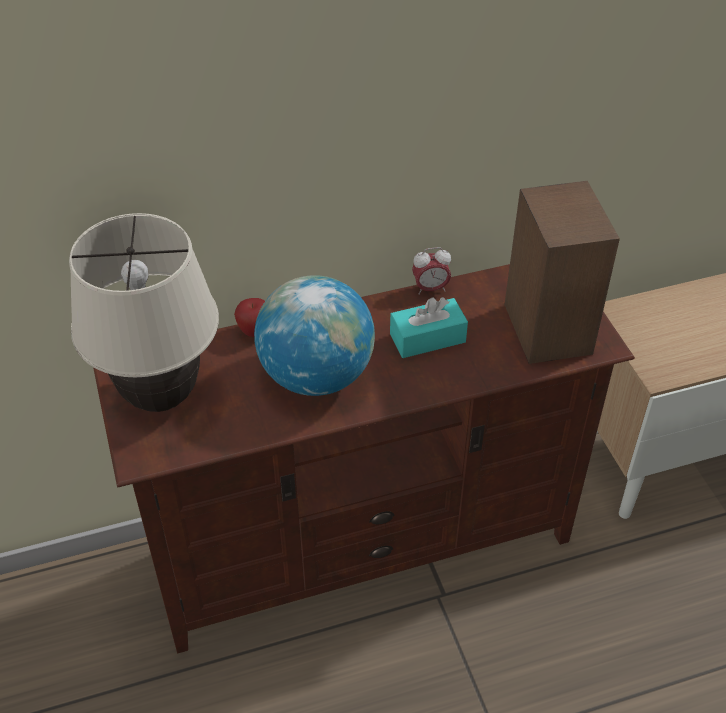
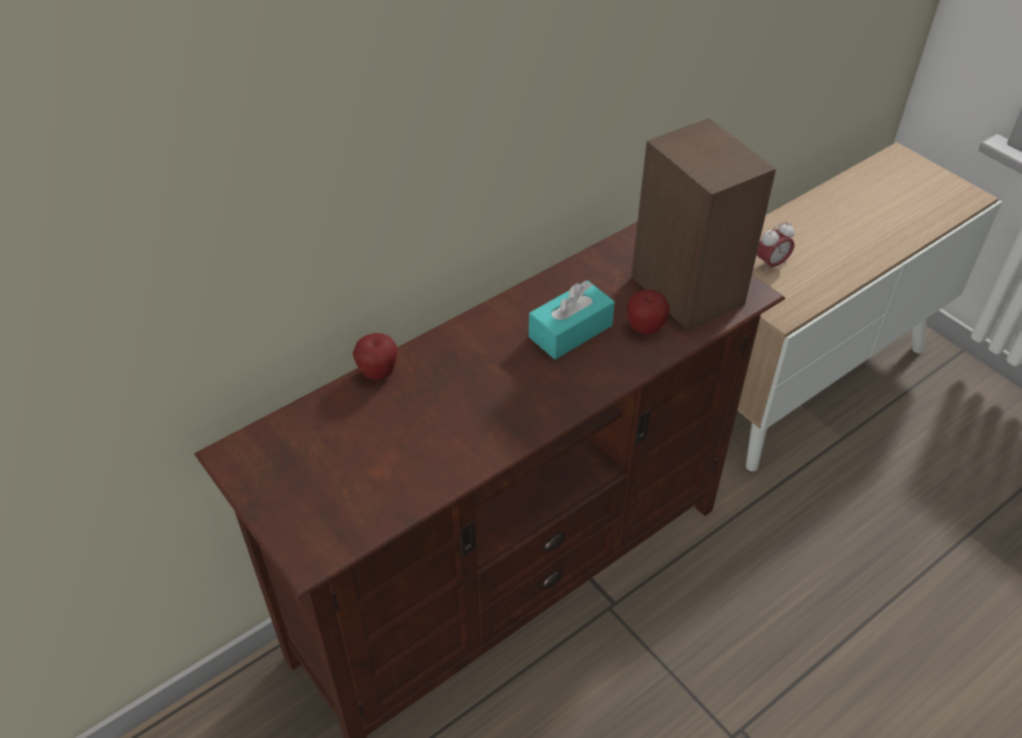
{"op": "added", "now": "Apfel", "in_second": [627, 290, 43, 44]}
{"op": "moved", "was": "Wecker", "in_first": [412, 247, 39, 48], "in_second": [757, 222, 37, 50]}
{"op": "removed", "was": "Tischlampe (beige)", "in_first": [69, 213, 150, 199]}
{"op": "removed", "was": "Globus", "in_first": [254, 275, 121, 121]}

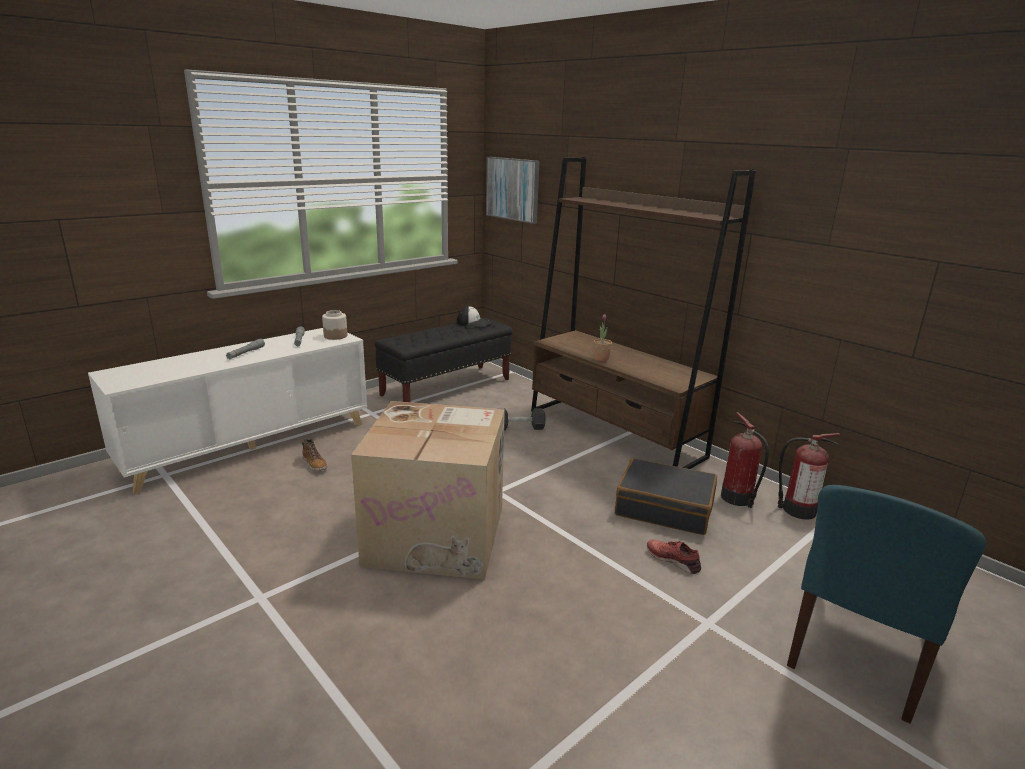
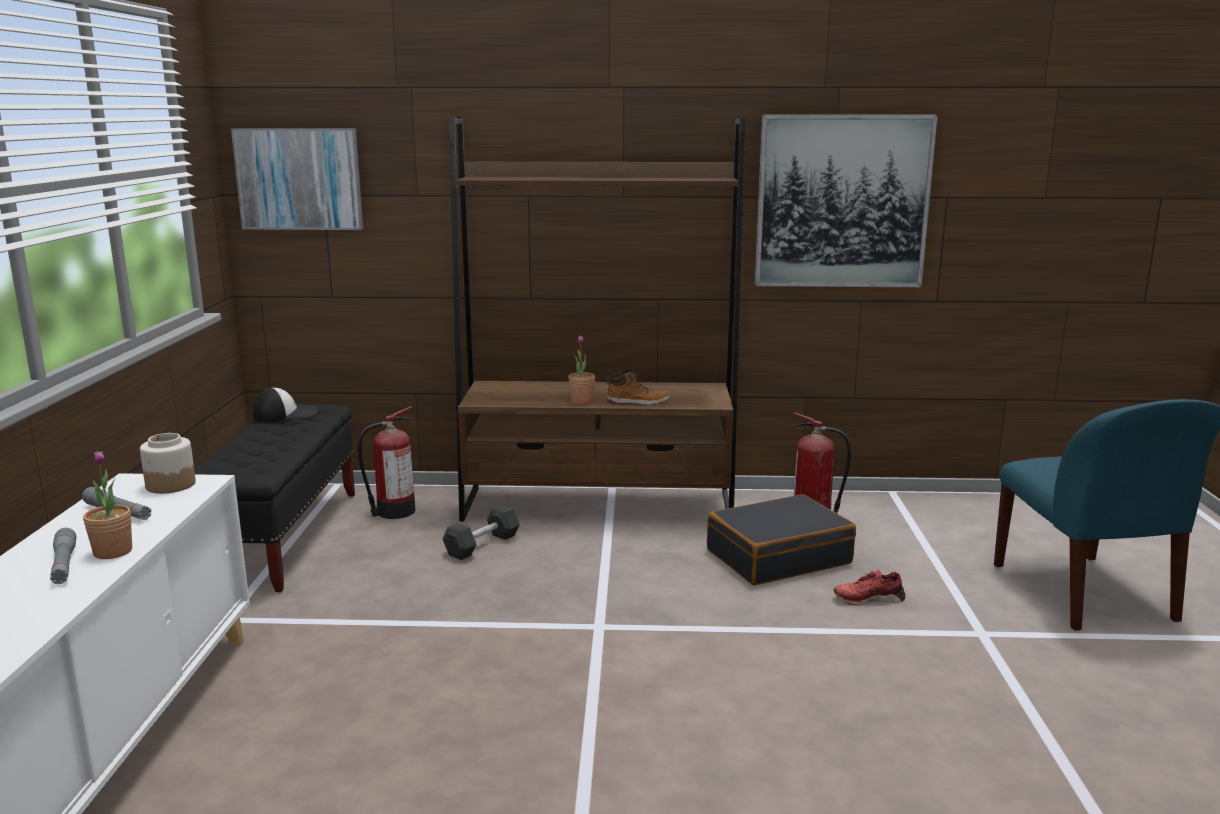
{"op": "added", "now": "Topfpflanze", "in_second": [83, 451, 49, 108]}
{"op": "moved", "was": "Feuerlöscher", "in_first": [778, 433, 62, 87], "in_second": [358, 406, 57, 113]}
{"op": "moved", "was": "Stiefel", "in_first": [302, 439, 26, 32], "in_second": [606, 370, 64, 36]}
{"op": "added", "now": "Bild", "in_second": [754, 115, 184, 172]}
{"op": "removed", "was": "Karton", "in_first": [351, 401, 154, 179]}

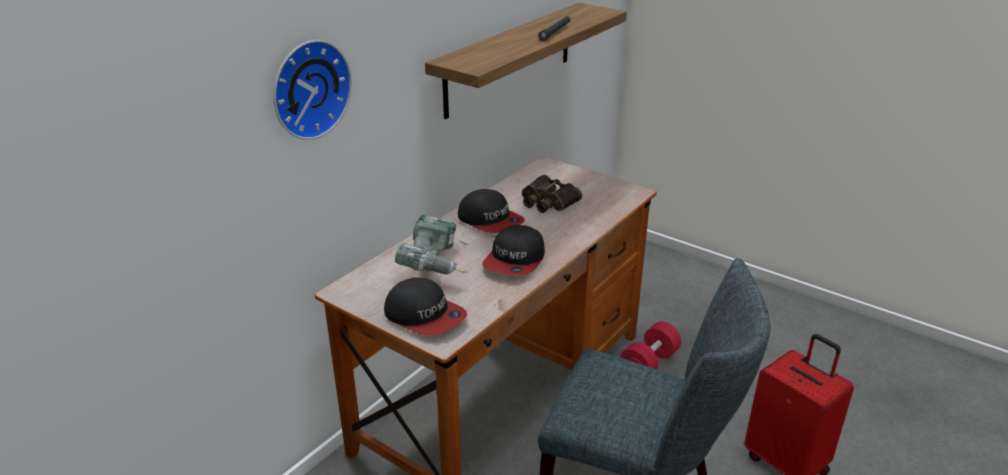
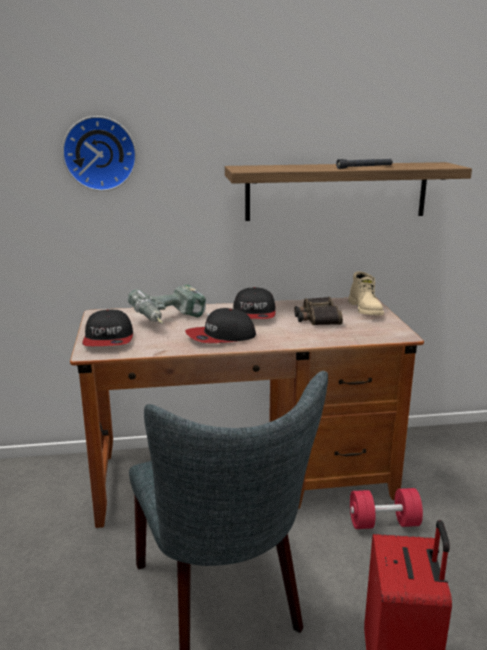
{"op": "added", "now": "Stiefel (beige)", "in_second": [348, 272, 36, 43]}

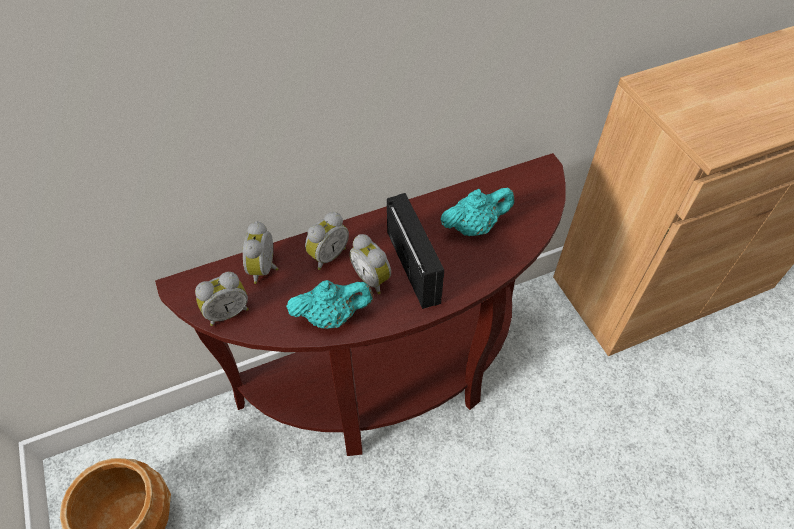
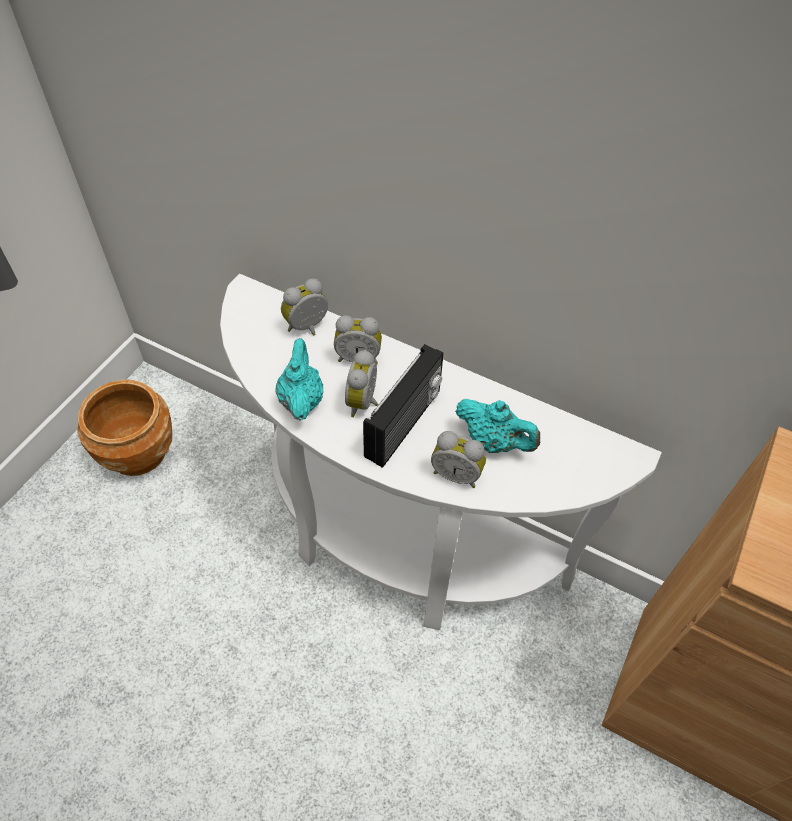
{"op": "recoloured", "was": "Konsolentisch (braun)", "now": "Konsolentisch (weiß)", "in_first": [155, 153, 411, 303], "in_second": [220, 274, 442, 356]}
{"op": "turned", "was": "Teekanne (türkis)", "in_first": [286, 280, 87, 49], "in_second": [275, 338, 49, 83], "clockwise": -135}
{"op": "moved", "was": "Wecker", "in_first": [195, 272, 54, 54], "in_second": [431, 431, 55, 57]}

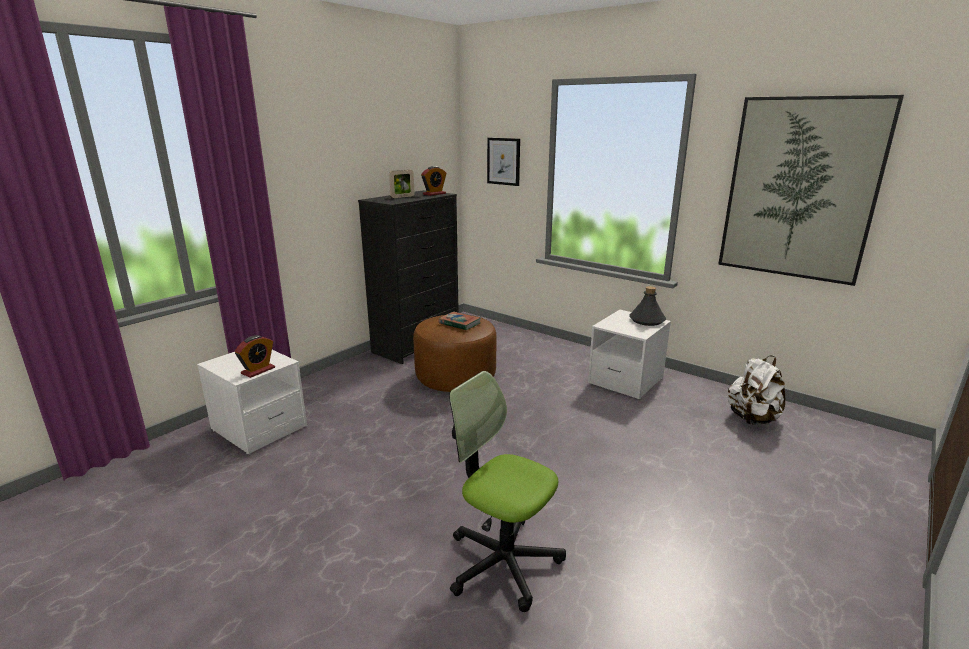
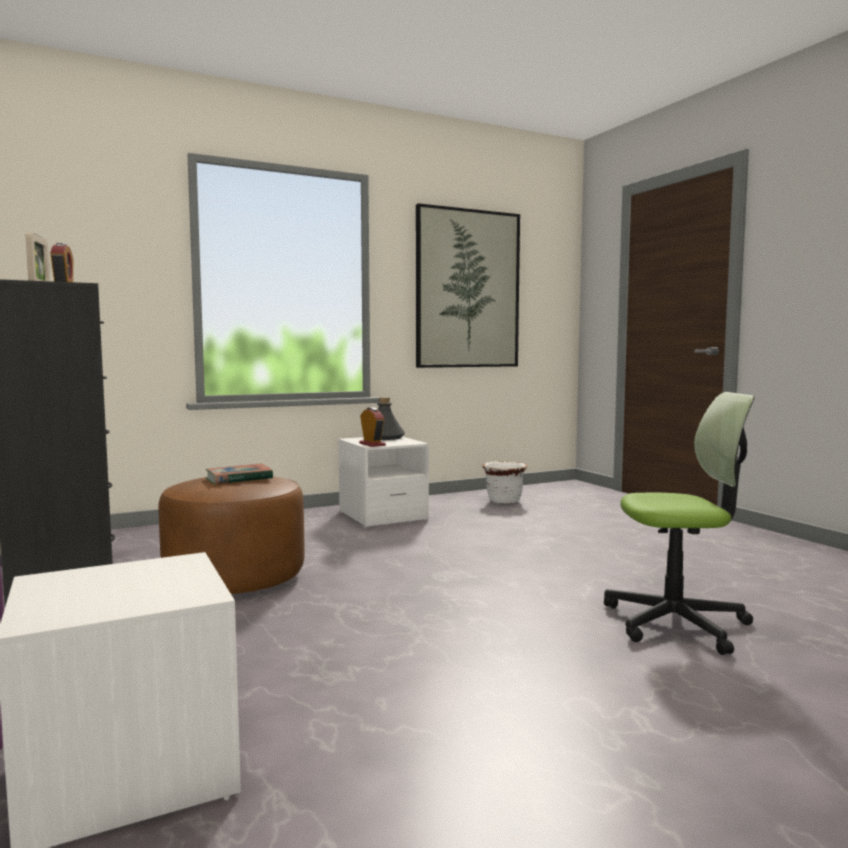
{"op": "moved", "was": "Wecker", "in_first": [235, 335, 40, 43], "in_second": [359, 407, 27, 40]}
{"op": "replaced", "was": "Rucksack (weiß)", "now": "Pflanzkübel (weiß)", "in_first": [727, 356, 58, 69], "in_second": [482, 461, 46, 43]}
{"op": "turned", "was": "Bürostuhl", "in_first": [449, 371, 117, 241], "in_second": [604, 392, 151, 263], "clockwise": -150}
{"op": "removed", "was": "Bild", "in_first": [487, 138, 33, 48]}

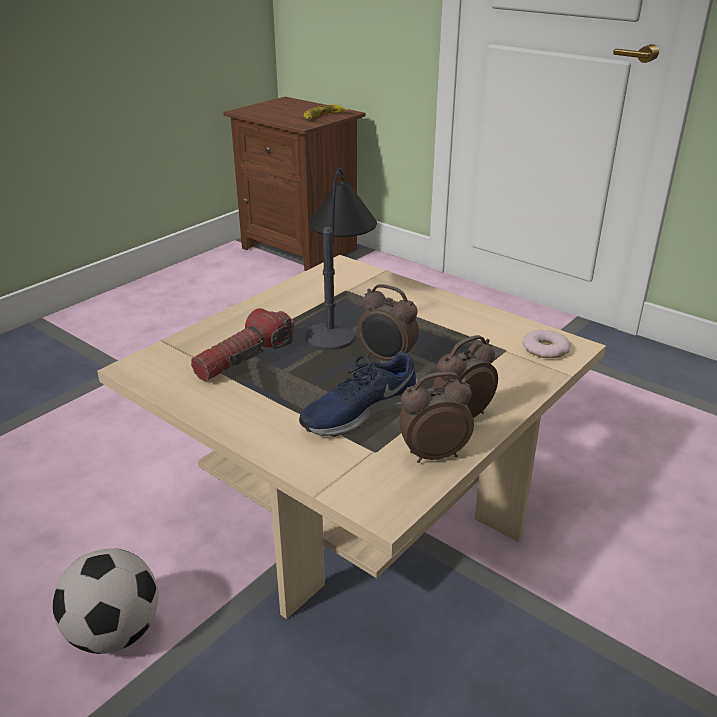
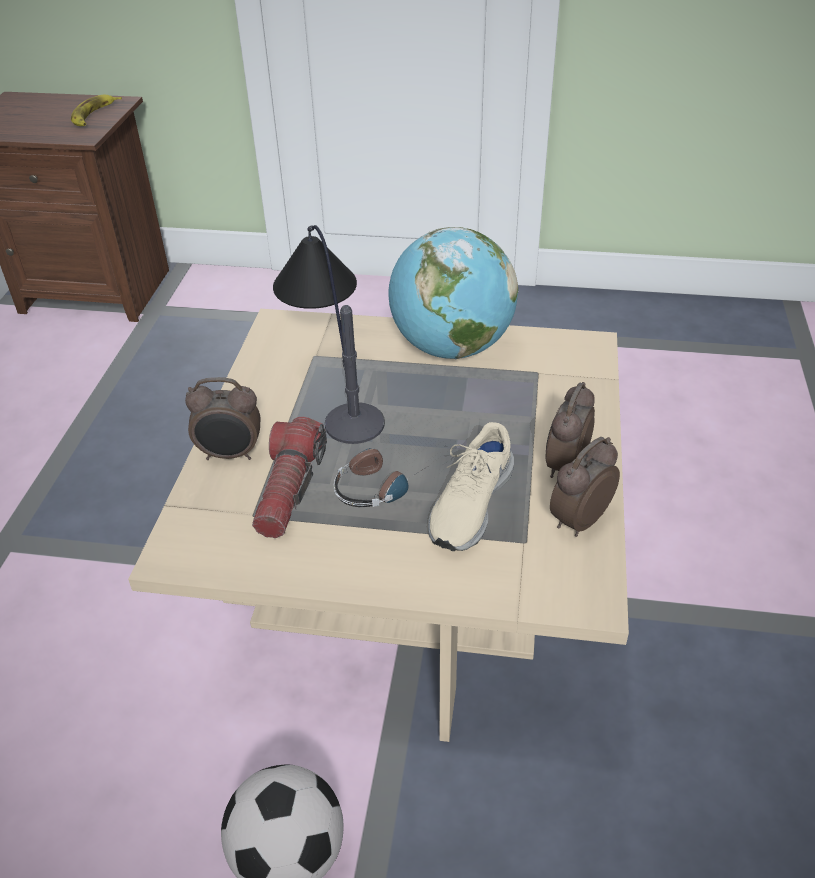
{"op": "moved", "was": "Wecker", "in_first": [358, 284, 61, 77], "in_second": [185, 377, 76, 83]}
{"op": "added", "now": "Kopfhörer", "in_second": [333, 448, 94, 59]}
{"op": "added", "now": "Globus", "in_second": [388, 227, 130, 132]}
{"op": "recoloured", "was": "Schuh (blau)", "now": "Schuh (beige)", "in_first": [299, 351, 122, 86], "in_second": [428, 422, 86, 129]}
{"op": "removed", "was": "Donut", "in_first": [522, 330, 49, 28]}

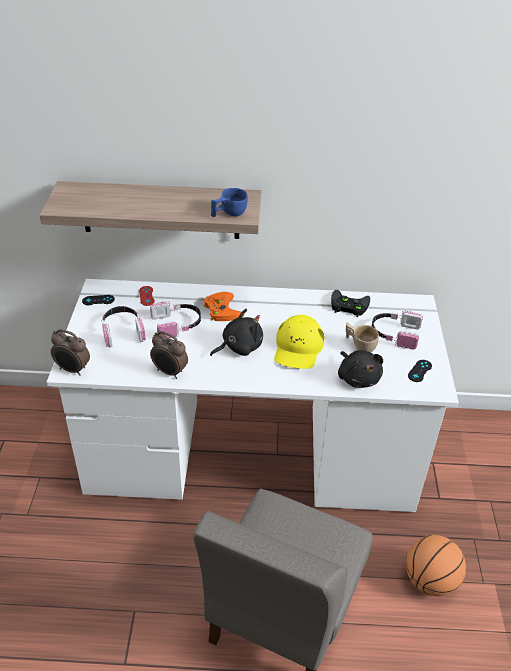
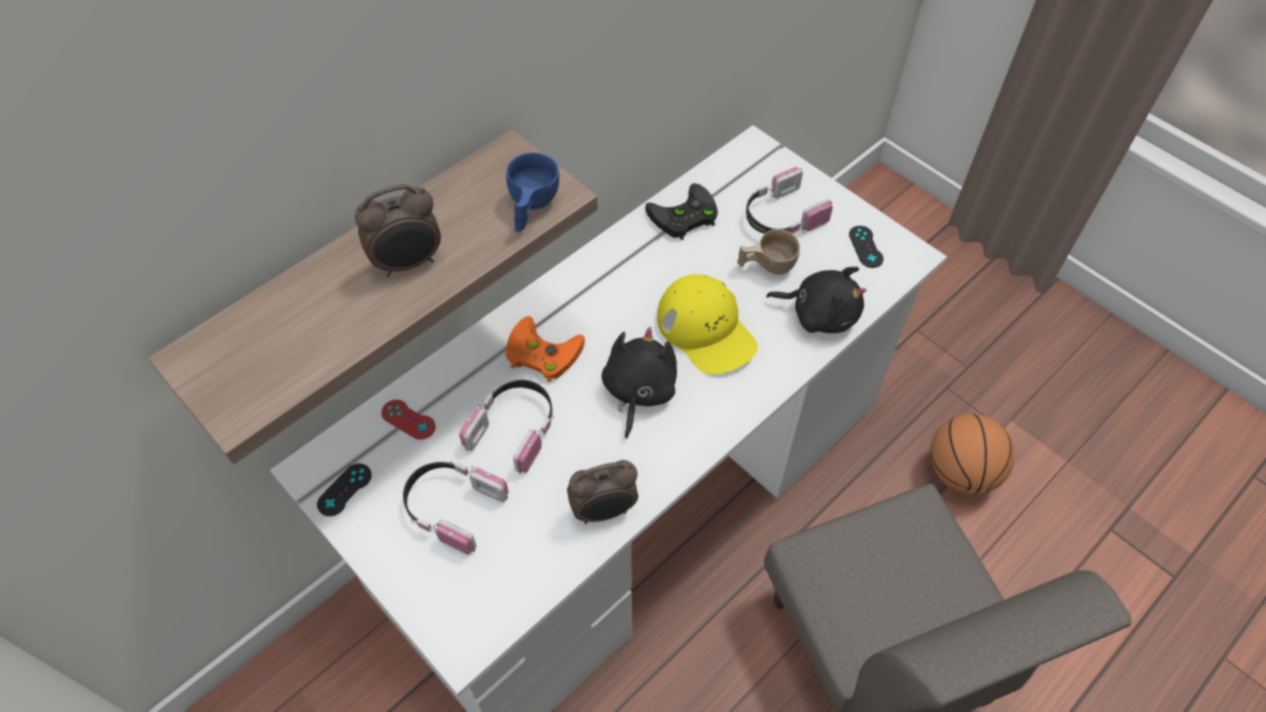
{"op": "moved", "was": "Wecker", "in_first": [51, 329, 39, 47], "in_second": [355, 184, 86, 93]}

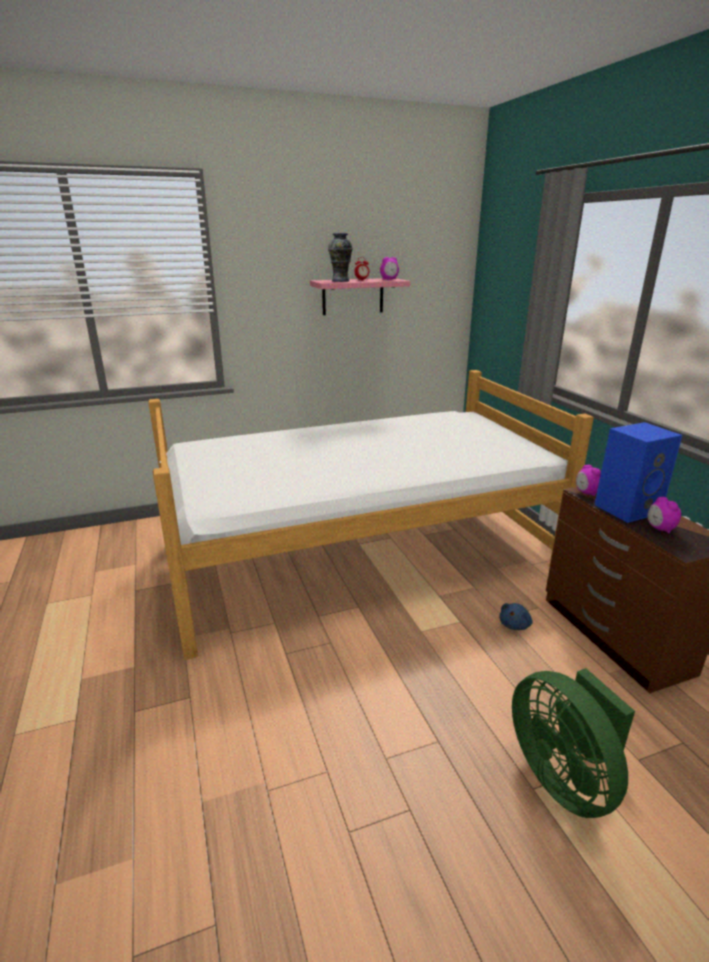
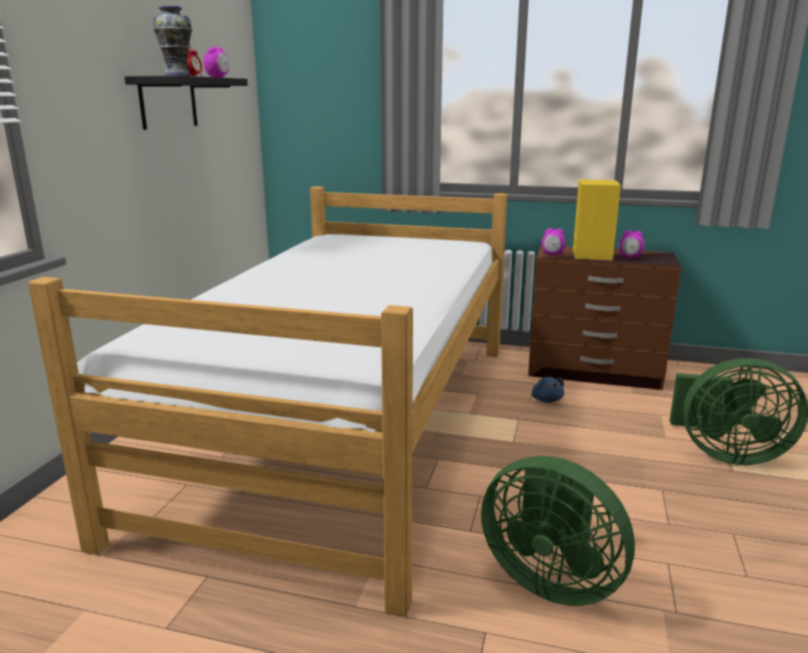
{"op": "recoloured", "was": "Wandregal (rosa)", "now": "Wandregal (schwarz)", "in_first": [310, 278, 101, 37], "in_second": [124, 76, 124, 54]}
{"op": "added", "now": "Ventilator (grün)", "in_second": [481, 456, 154, 150]}
{"op": "recoloured", "was": "Lautsprecher (blau)", "now": "Lautsprecher (gelb)", "in_first": [594, 422, 88, 101], "in_second": [573, 179, 48, 81]}

